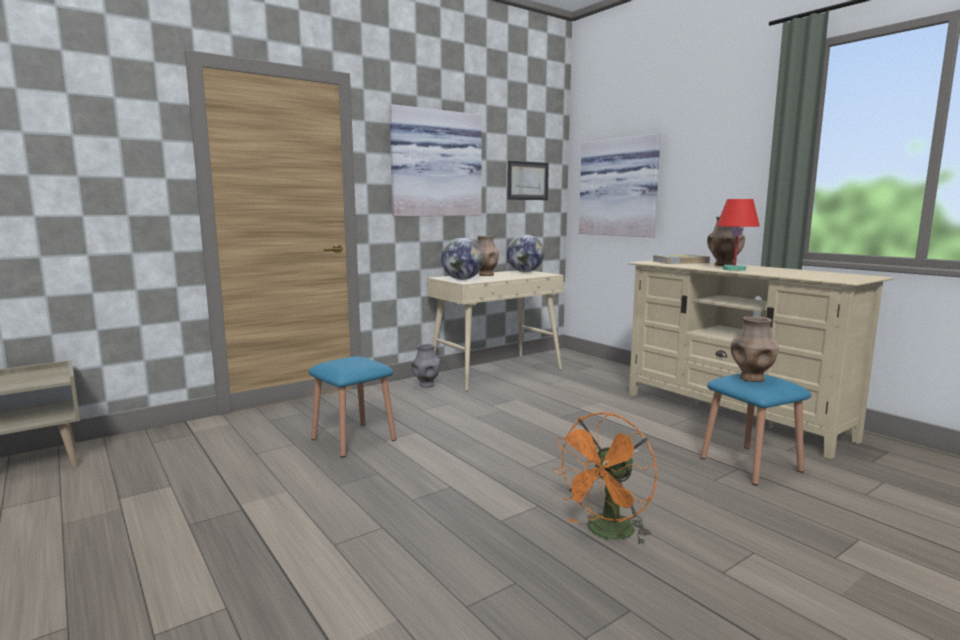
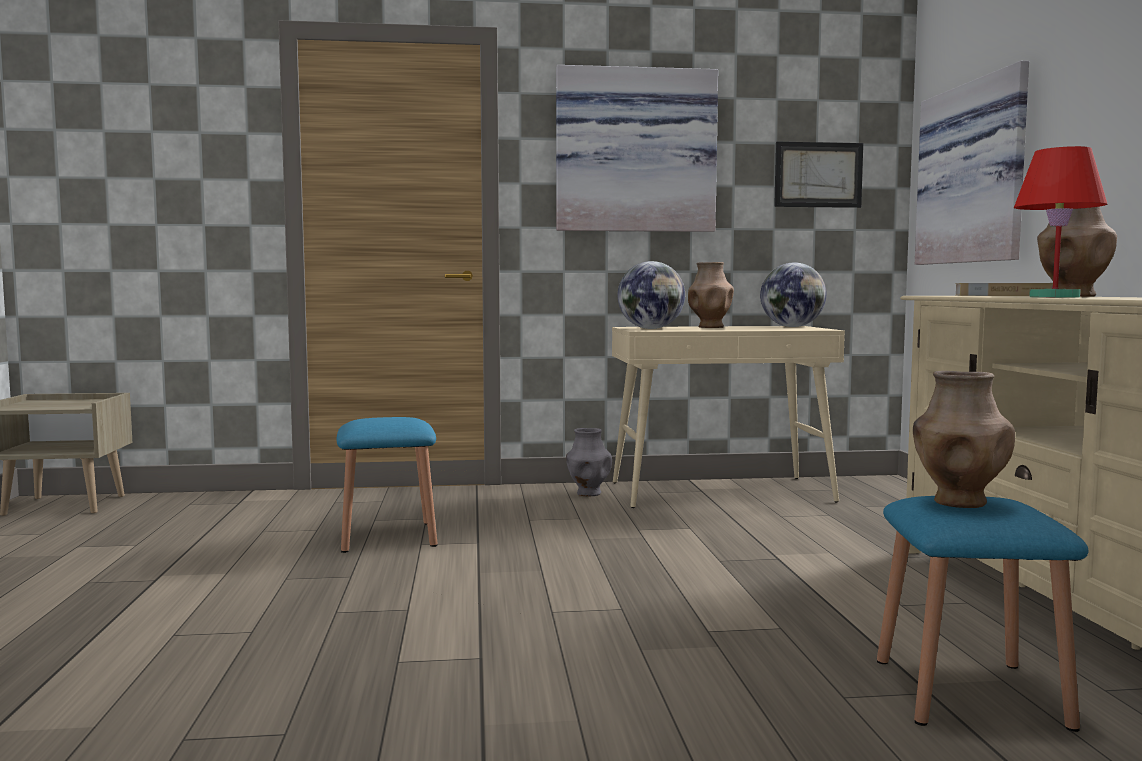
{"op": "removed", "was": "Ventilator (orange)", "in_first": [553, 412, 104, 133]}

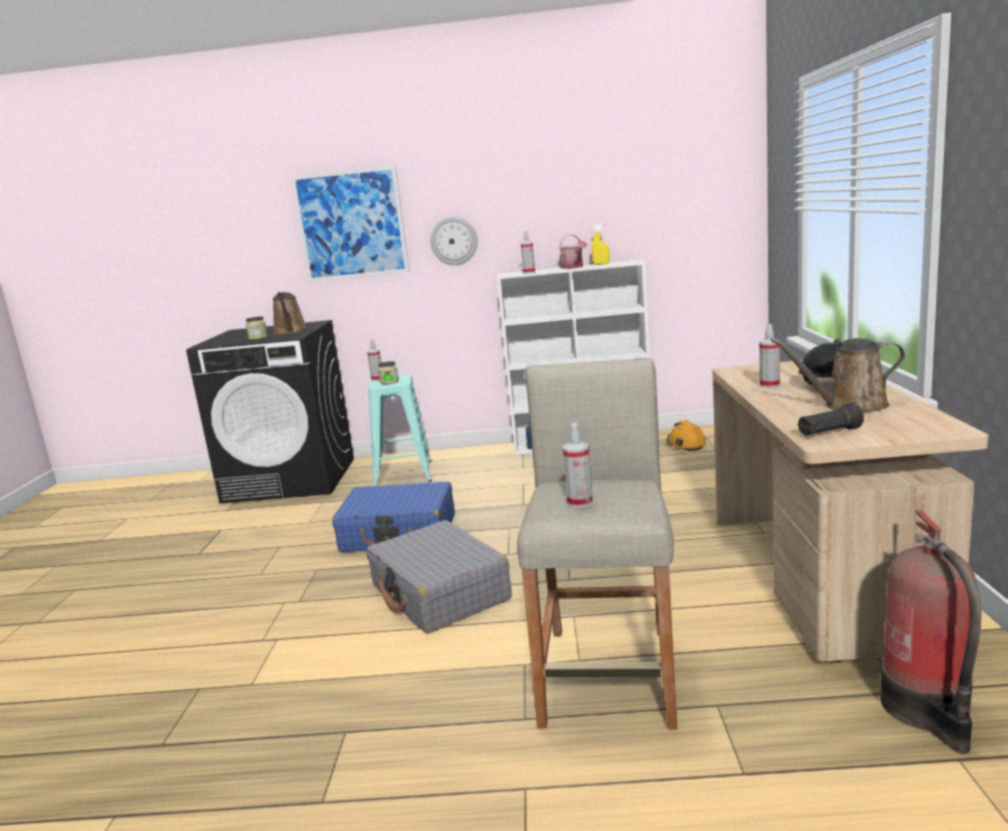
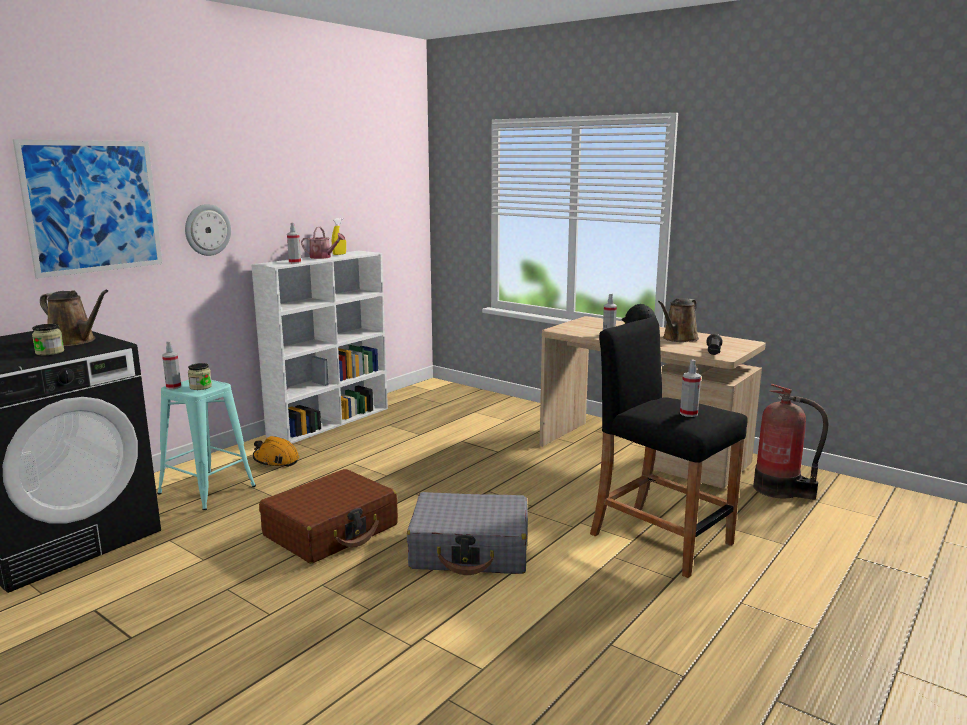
{"op": "moved", "was": "Schutzhelm (orange)", "in_first": [667, 420, 39, 31], "in_second": [253, 436, 46, 31]}
{"op": "recoloured", "was": "Koffer (blau)", "now": "Koffer (braun)", "in_first": [332, 482, 123, 70], "in_second": [259, 469, 139, 95]}
{"op": "recoloured", "was": "Hocker (beige)", "now": "Hocker (schwarz)", "in_first": [517, 358, 161, 372], "in_second": [590, 317, 158, 261]}

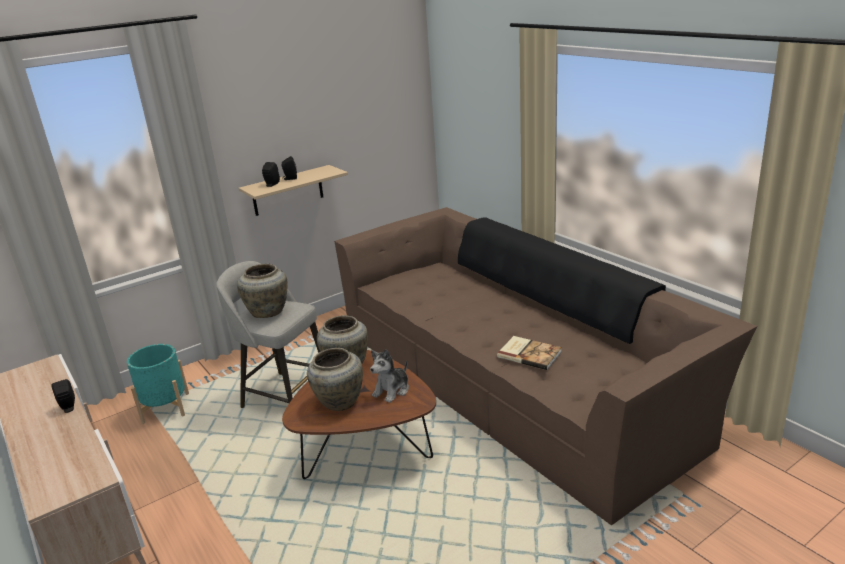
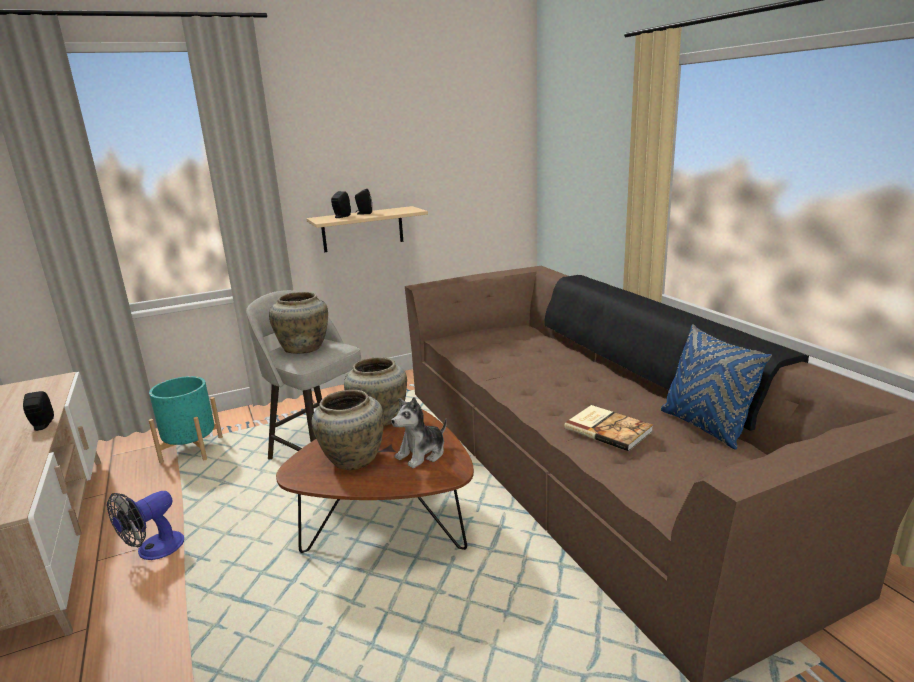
{"op": "added", "now": "Ventilator", "in_second": [107, 491, 77, 69]}
{"op": "added", "now": "Kissen (blau)", "in_second": [661, 324, 111, 125]}

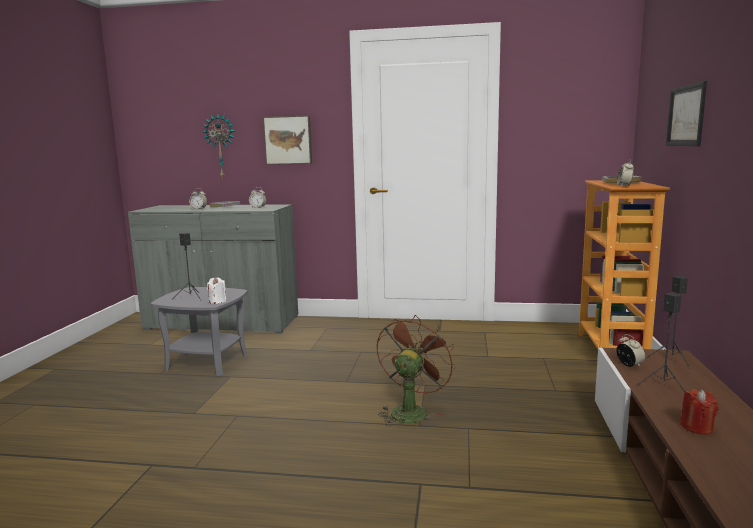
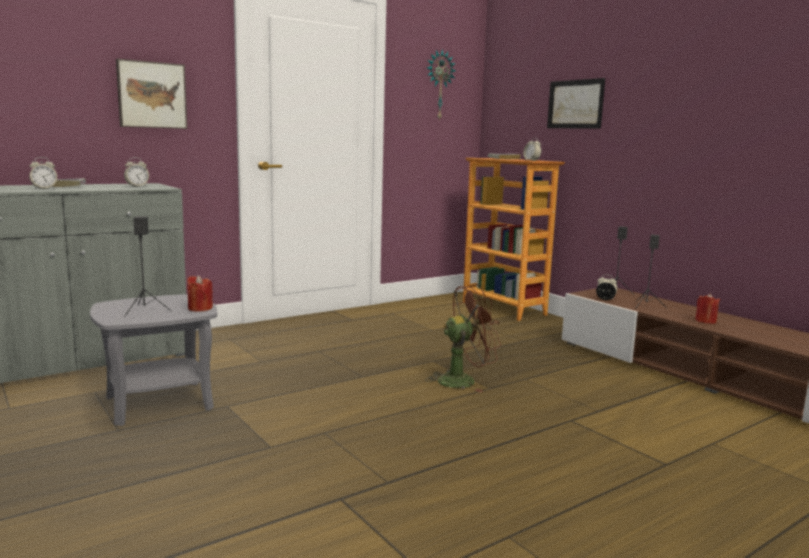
{"op": "recoloured", "was": "Kerze (weiß)", "now": "Kerze (rot)", "in_first": [207, 277, 20, 27], "in_second": [187, 275, 26, 37]}
{"op": "turned", "was": "Ventilator (braun)", "in_first": [377, 315, 79, 111], "in_second": [425, 284, 77, 109], "clockwise": 90}
{"op": "moved", "was": "Wanduhr", "in_first": [203, 112, 32, 67], "in_second": [427, 49, 29, 72]}

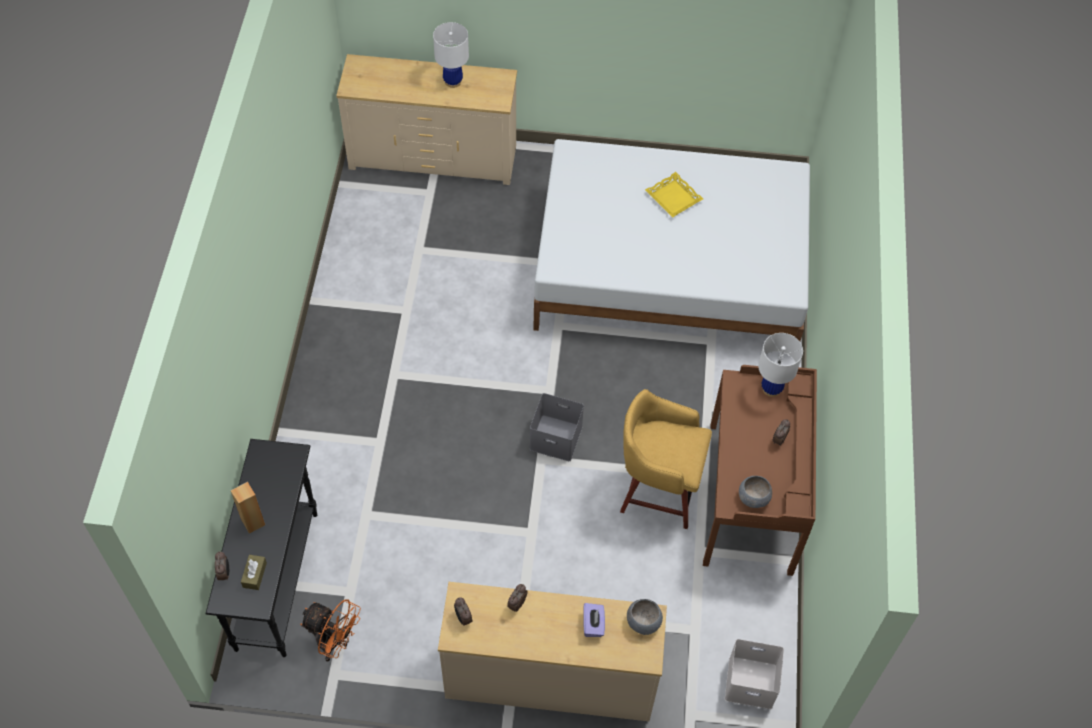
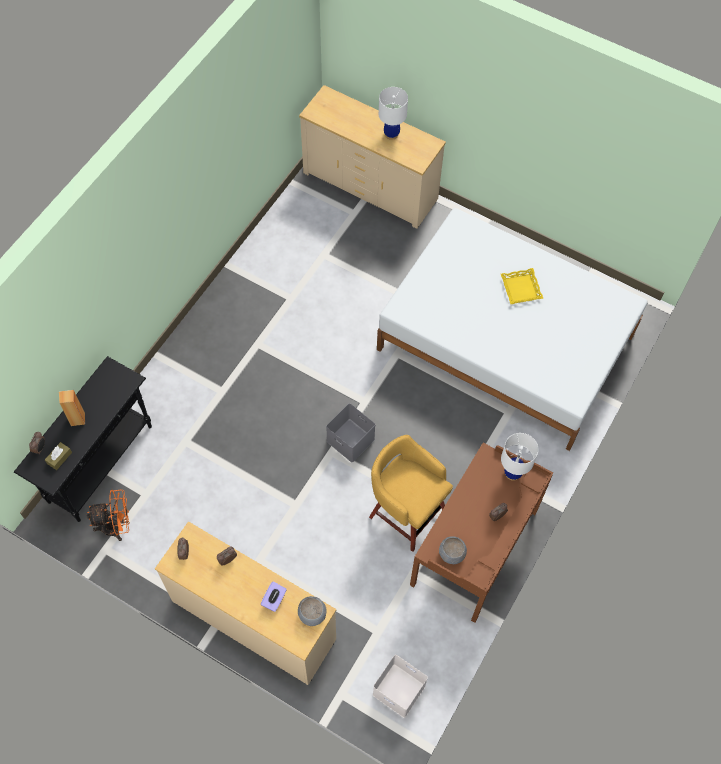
{"op": "turned", "was": "Ventilator (orange)", "in_first": [300, 599, 61, 62], "in_second": [87, 490, 43, 51], "clockwise": -60}

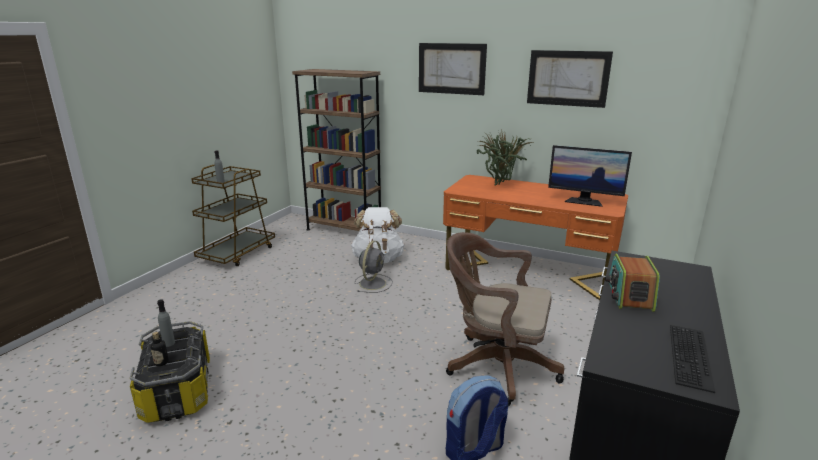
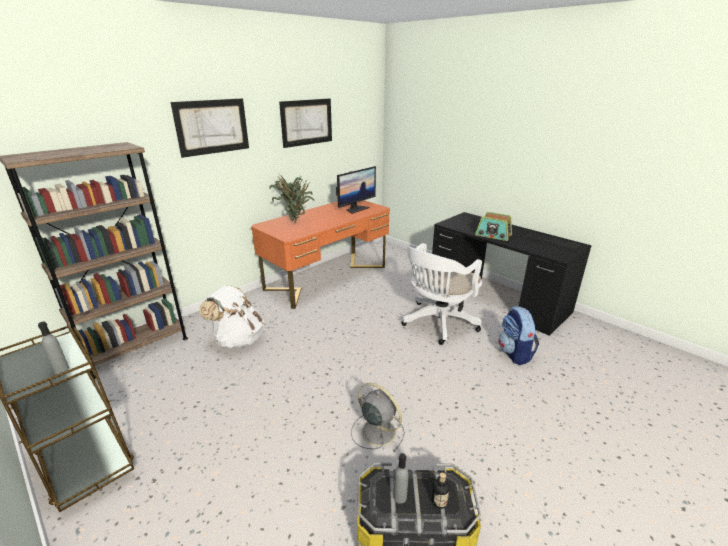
{"op": "moved", "was": "Ventilator (grau)", "in_first": [355, 241, 38, 52], "in_second": [351, 383, 54, 69]}
{"op": "recoloured", "was": "Bürostuhl (braun)", "now": "Bürostuhl (weiß)", "in_first": [446, 232, 118, 174], "in_second": [401, 243, 81, 102]}

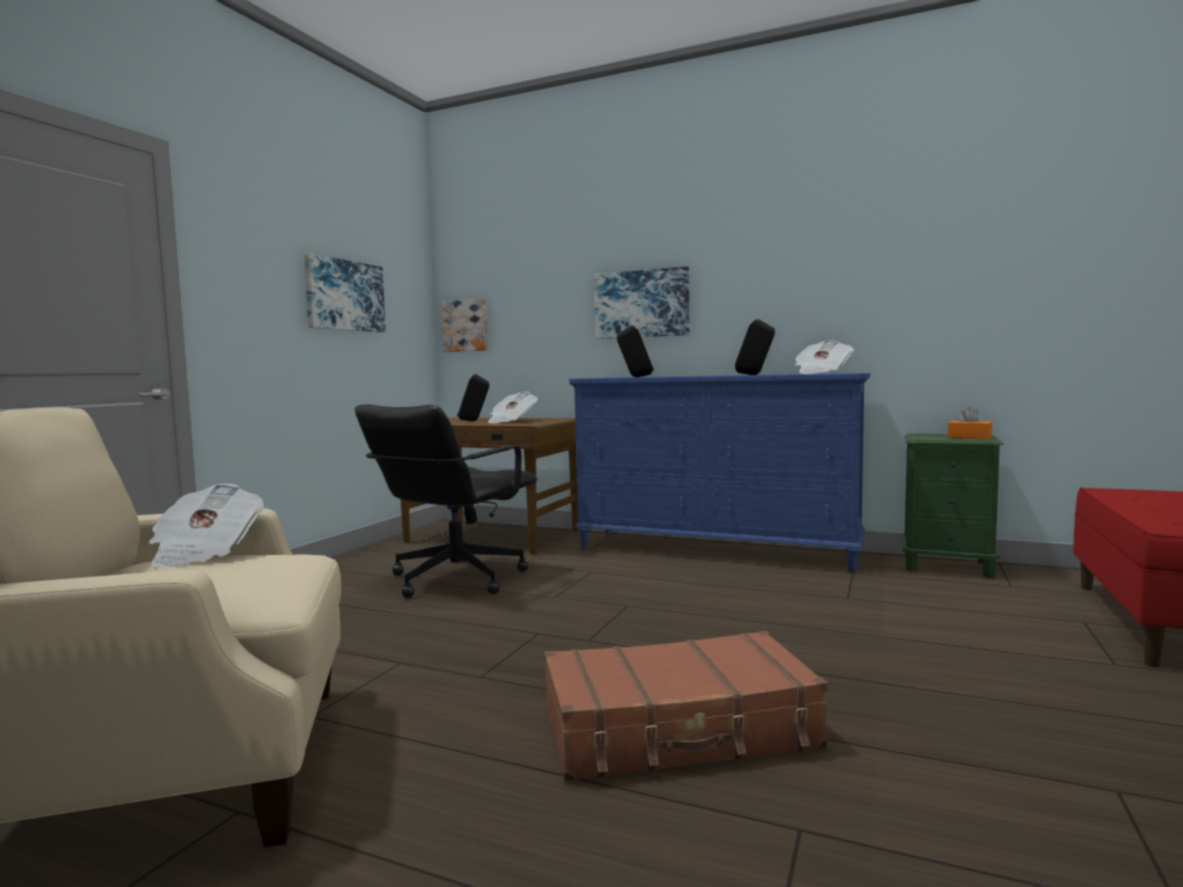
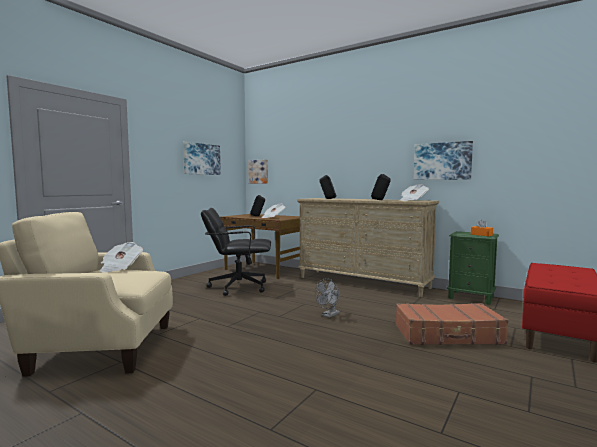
{"op": "turned", "was": "Bürostuhl (schwarz)", "in_first": [355, 404, 182, 194], "in_second": [201, 208, 70, 88], "clockwise": 45}
{"op": "recoloured", "was": "Kommode (blau)", "now": "Kommode (beige)", "in_first": [569, 373, 301, 199], "in_second": [297, 198, 142, 99]}
{"op": "added", "now": "Ventilator (grau)", "in_second": [315, 278, 25, 40]}
{"op": "moved", "was": "Koffer (braun)", "in_first": [544, 631, 284, 151], "in_second": [396, 303, 113, 42]}
{"op": "moved", "was": "Bild", "in_first": [594, 266, 95, 73], "in_second": [414, 141, 59, 39]}

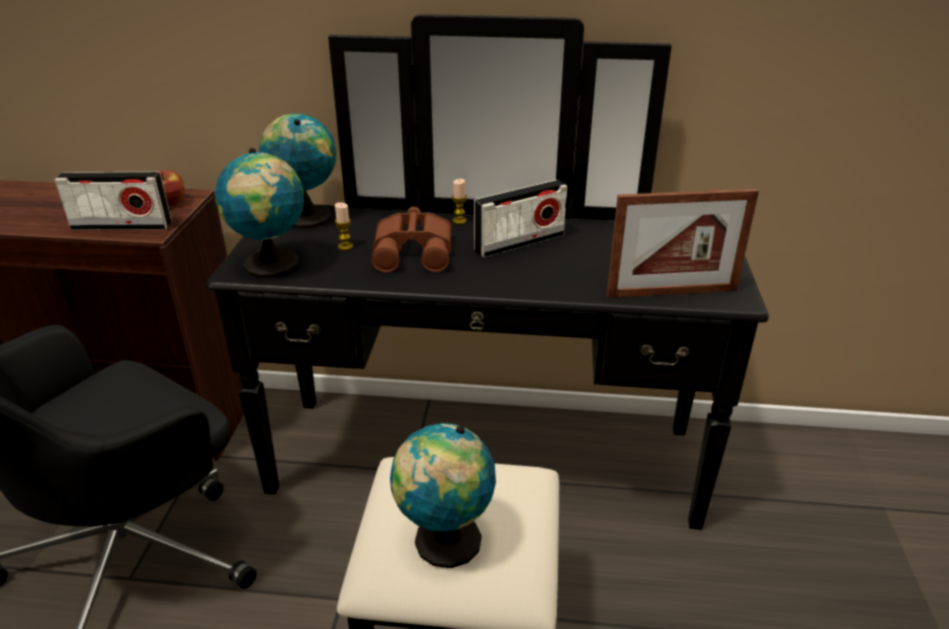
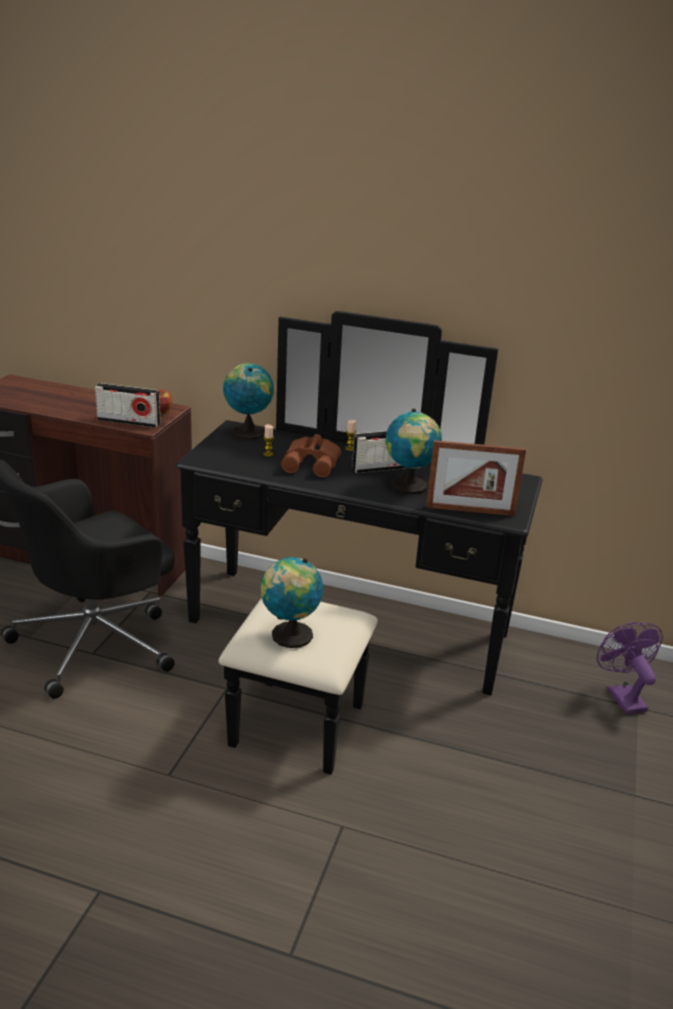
{"op": "moved", "was": "Globus", "in_first": [215, 148, 89, 130], "in_second": [386, 409, 56, 85]}
{"op": "added", "now": "Ventilator (lila)", "in_second": [597, 622, 66, 92]}

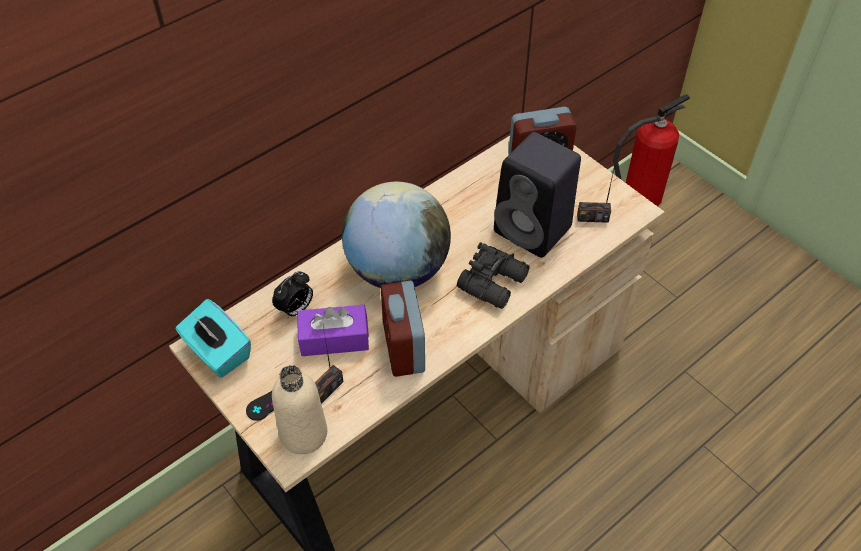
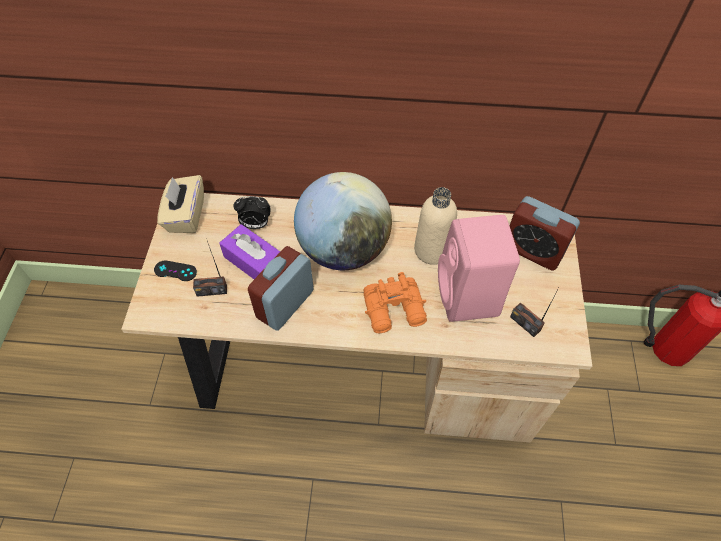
{"op": "recoloured", "was": "Taschentuchbox (türkis)", "now": "Taschentuchbox (beige)", "in_first": [176, 299, 75, 79], "in_second": [157, 175, 47, 58]}
{"op": "recoloured", "was": "Fernglas (schwarz)", "now": "Fernglas (orange)", "in_first": [457, 242, 73, 67], "in_second": [363, 272, 64, 62]}
{"op": "moved", "was": "Flasche (beige)", "in_first": [272, 365, 55, 89], "in_second": [414, 187, 43, 78]}
{"op": "recoloured", "was": "Lautsprecher (schwarz)", "now": "Lautsprecher (rosa)", "in_first": [494, 132, 87, 126], "in_second": [438, 215, 82, 107]}

